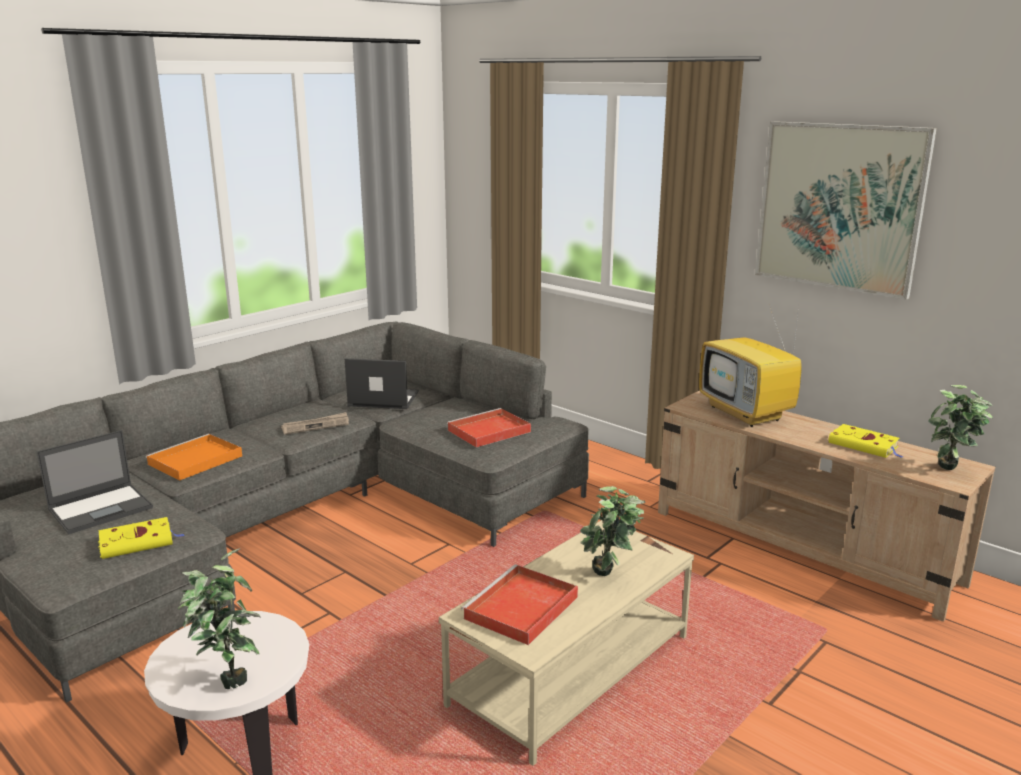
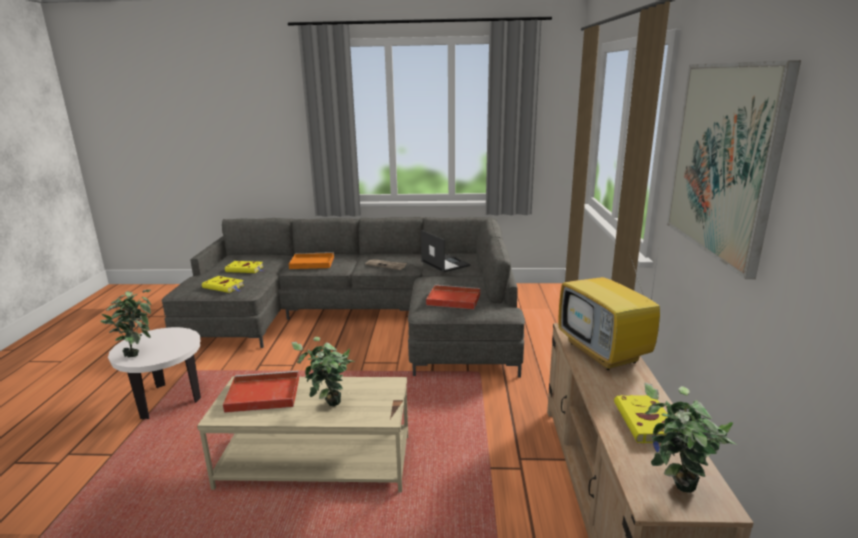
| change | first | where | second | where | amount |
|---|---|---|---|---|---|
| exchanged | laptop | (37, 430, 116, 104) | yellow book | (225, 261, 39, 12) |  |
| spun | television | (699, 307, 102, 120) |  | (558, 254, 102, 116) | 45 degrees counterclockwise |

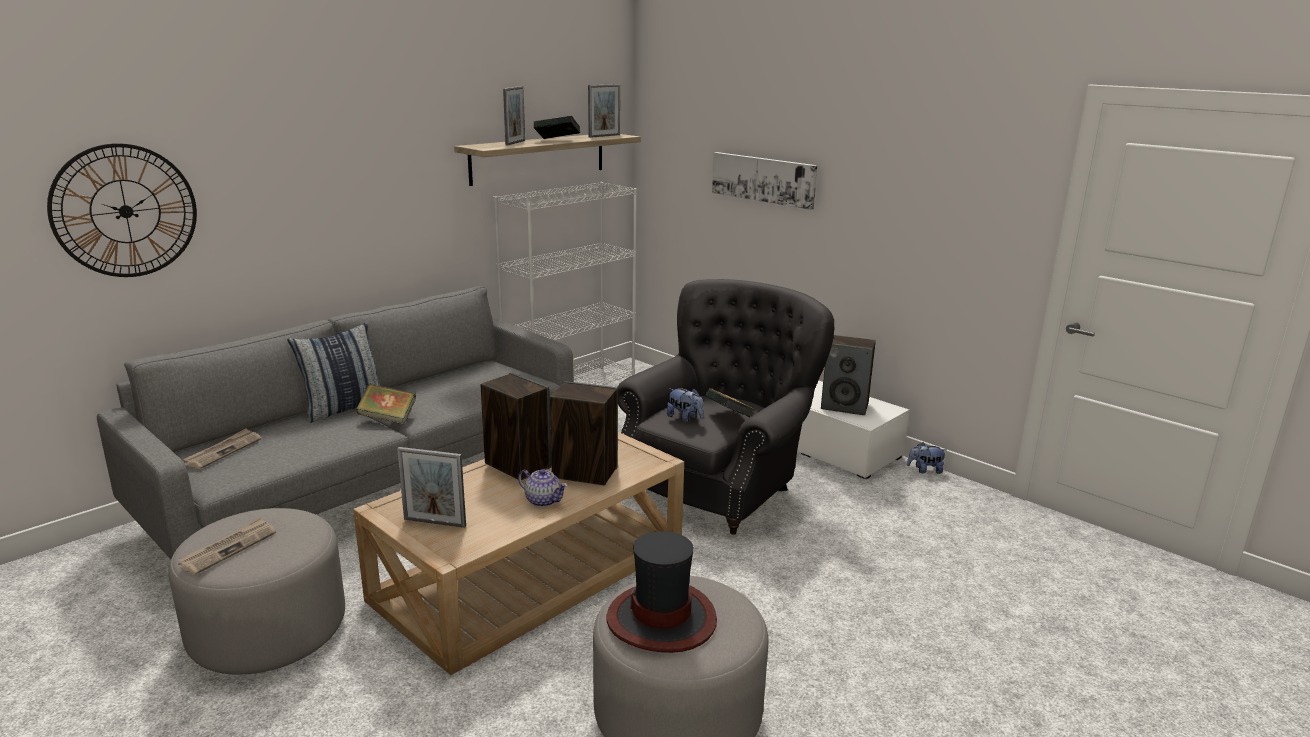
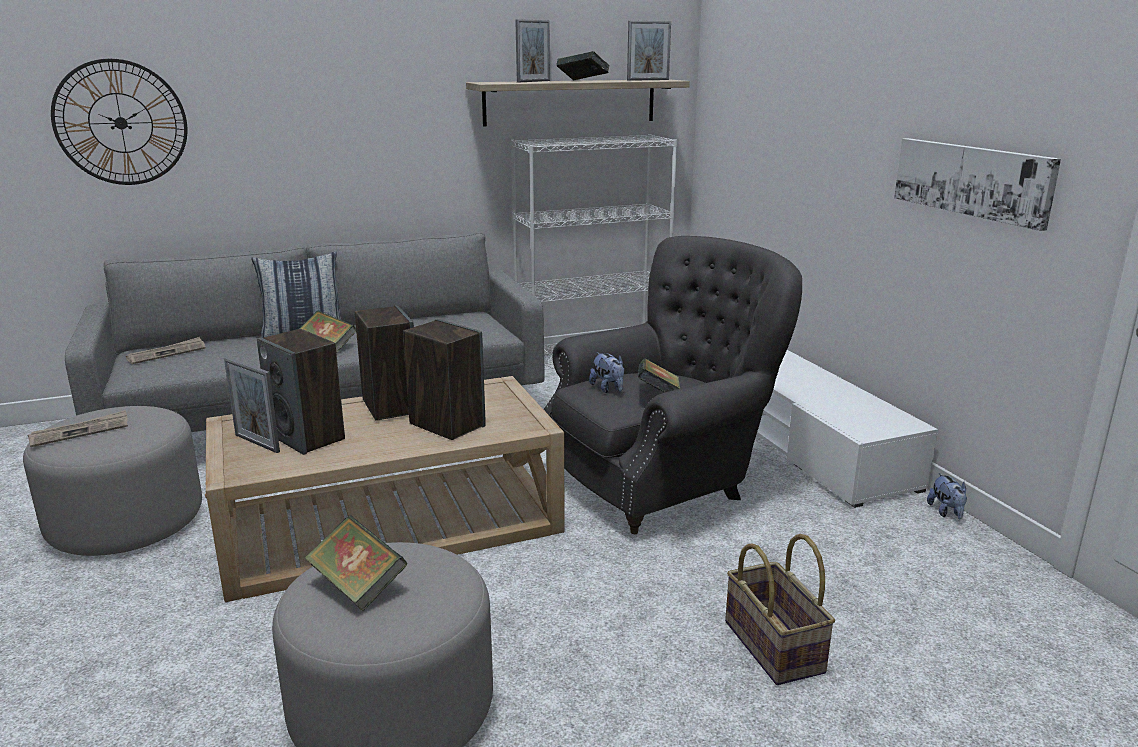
| change | first | where | second | where | amount |
|---|---|---|---|---|---|
| missing | teapot | (518, 469, 50, 38) |  |  |  |
| exchanged | hat | (606, 531, 111, 122) | book | (304, 515, 103, 96) |  |
| relocated | picture | (712, 152, 106, 58) |  | (894, 138, 167, 93) |  |
| relocated | speaker | (821, 335, 55, 80) |  | (257, 329, 88, 126) |  |
| spun | plush toy | (907, 442, 40, 32) |  | (927, 473, 40, 46) | 120 degrees counterclockwise |
| appeared |  |  | basket | (725, 534, 110, 151) |  |

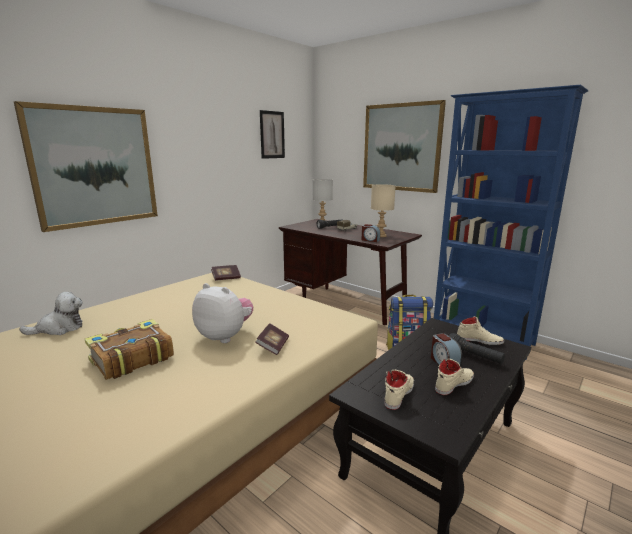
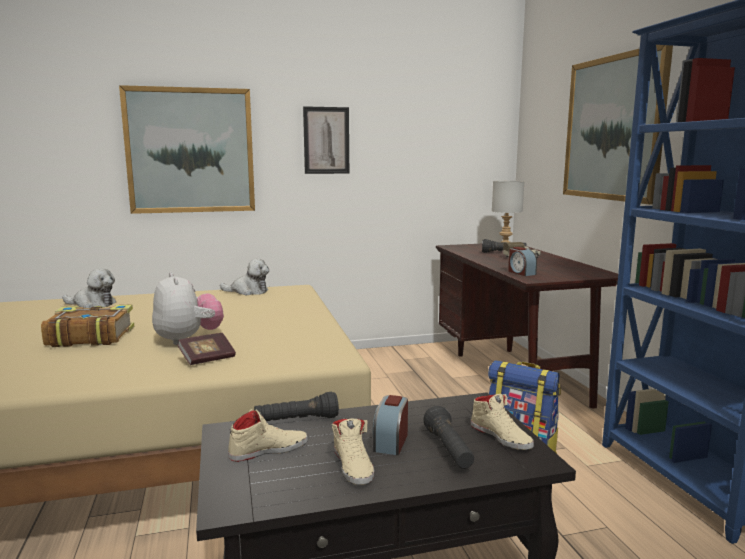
| change | first | where | second | where | amount |
|---|---|---|---|---|---|
| missing | book | (211, 265, 30, 16) |  |  |  |
| relocated | picture | (260, 110, 25, 49) |  | (303, 106, 46, 68) |  |
| missing | beige table lamp | (371, 184, 25, 53) |  |  |  |
| spun | beige shoe | (435, 359, 39, 36) |  | (332, 419, 42, 66) | 75 degrees clockwise |
| appeared |  |  | plush toy | (220, 259, 49, 37) |  |
| appeared |  |  | black flashlight | (254, 392, 85, 29) |  |

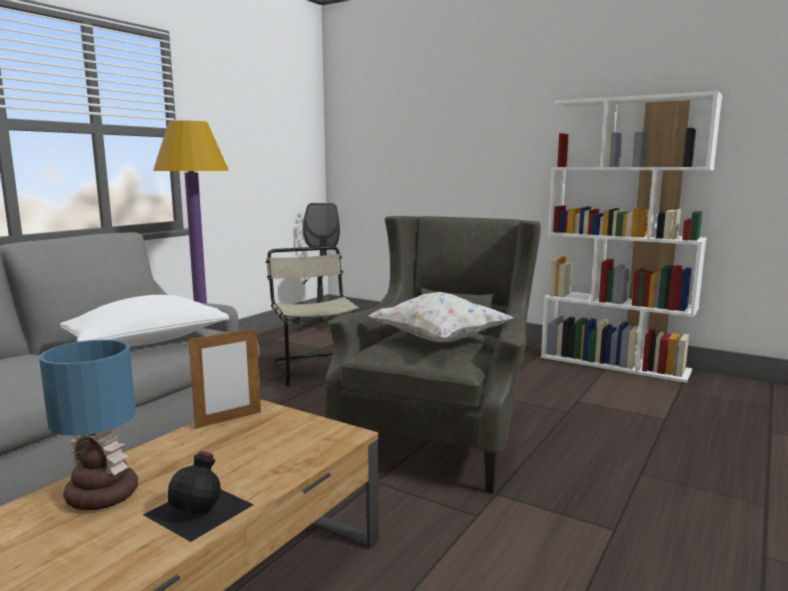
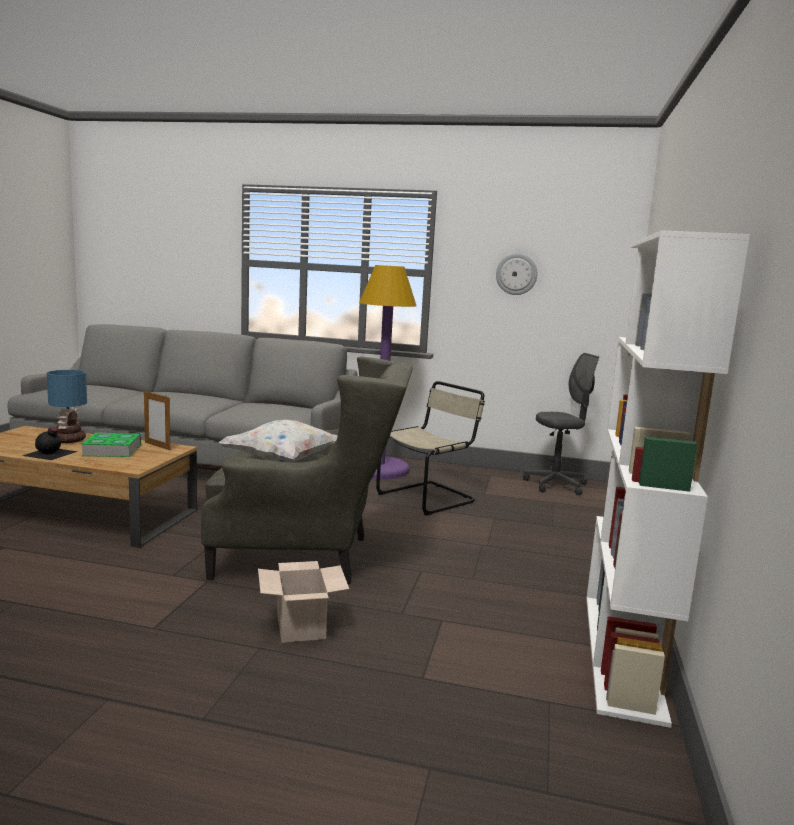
| change | first | where | second | where | amount |
|---|---|---|---|---|---|
| missing | white pillow | (60, 295, 169, 51) |  |  |  |
| appeared |  |  | book | (81, 433, 60, 24) |  |
| appeared |  |  | cardboard box | (258, 561, 91, 82) |  |
| appeared |  |  | wall clock | (496, 253, 41, 42) |  |

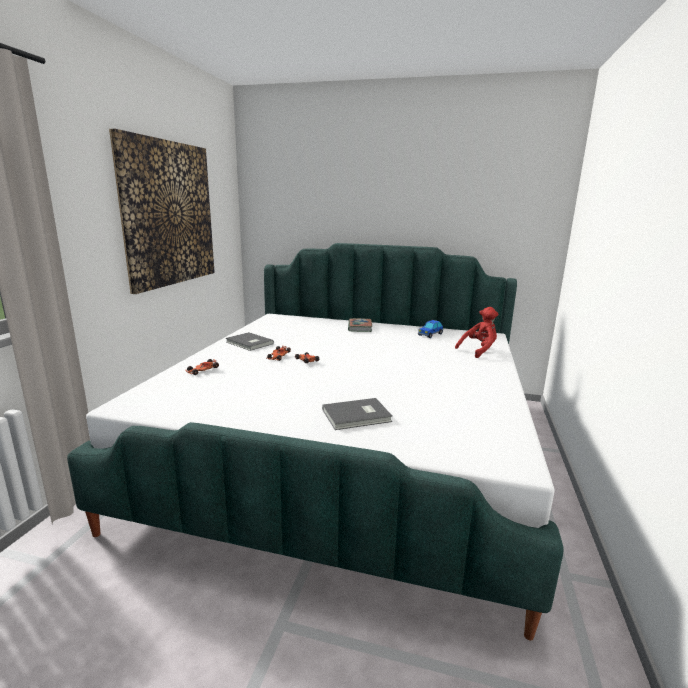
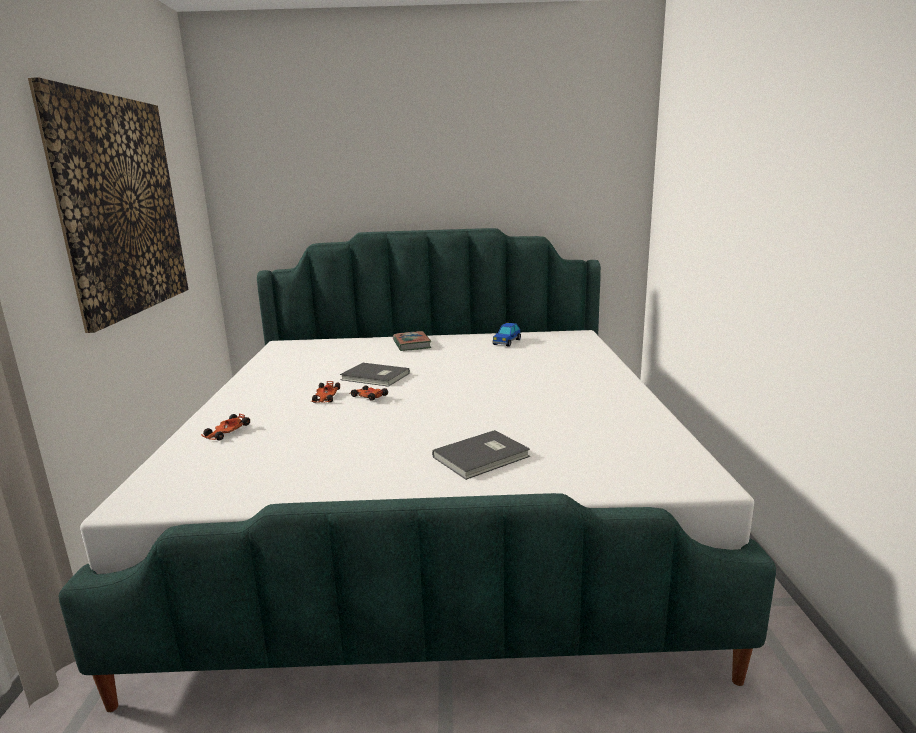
| change | first | where | second | where | amount |
|---|---|---|---|---|---|
| relocated | grey book | (226, 332, 48, 19) |  | (340, 363, 70, 24) |  |
| missing | red plush toy | (455, 307, 43, 51) |  |  |  |

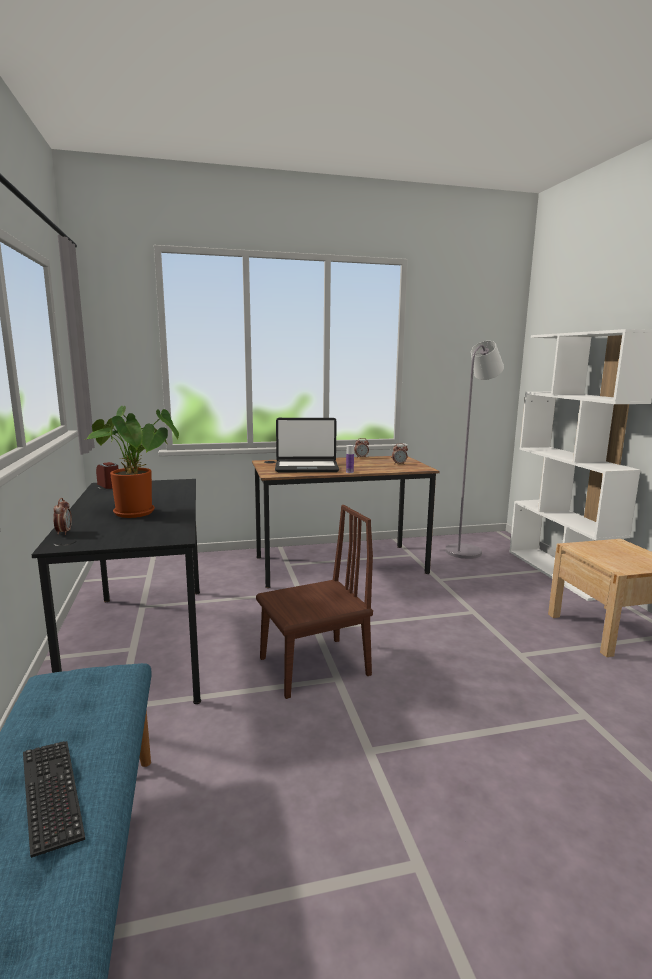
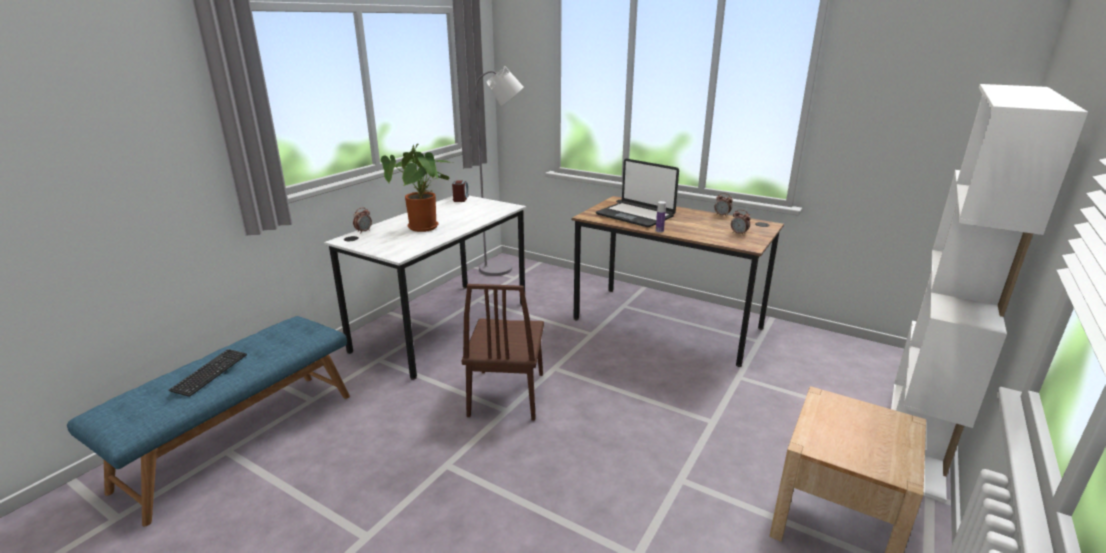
| change | first | where | second | where | amount |
|---|---|---|---|---|---|
| colour | black desk | (32, 479, 169, 225) | white desk | (324, 196, 202, 184) |  |
| spun | brown chair | (256, 505, 117, 194) |  | (461, 284, 83, 137) | 75 degrees clockwise |
| relocated | grey floor lamp | (446, 341, 58, 218) |  | (476, 66, 48, 210) |  |

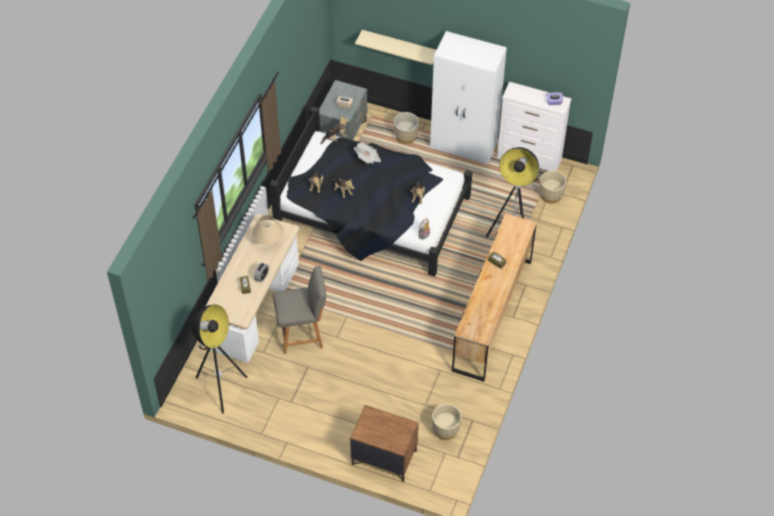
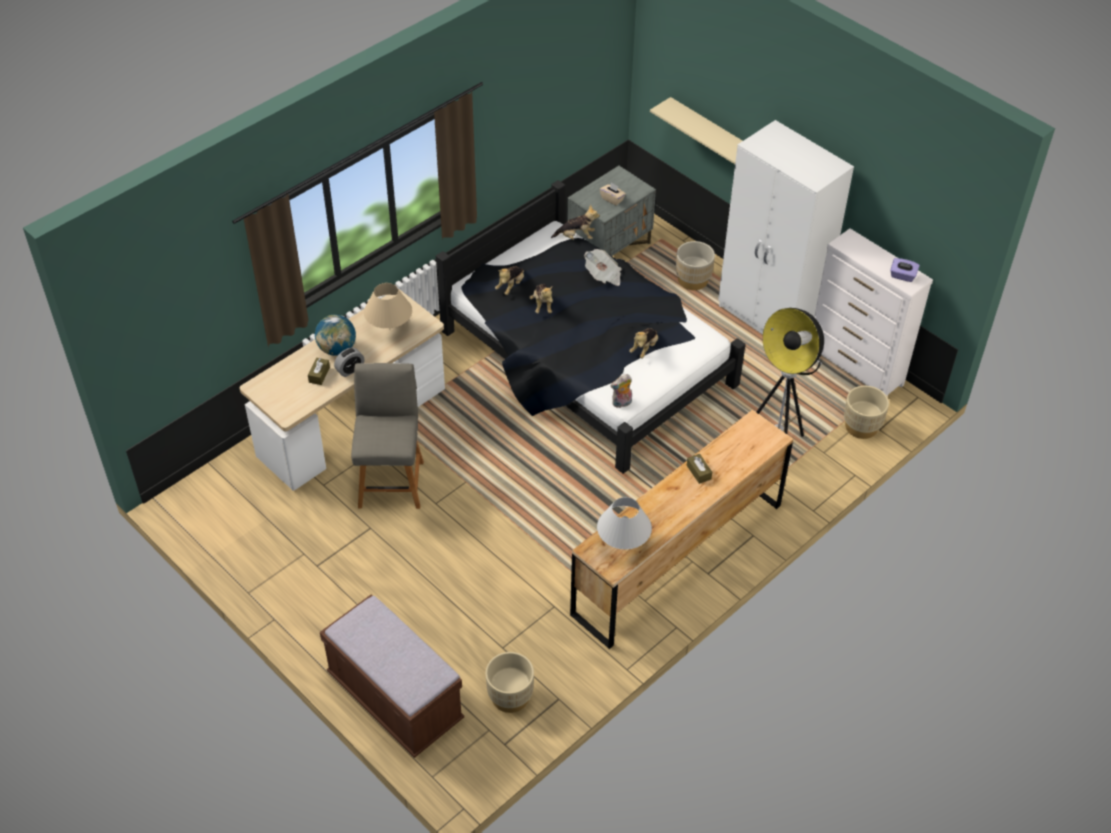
| change | first | where | second | where | amount |
|---|---|---|---|---|---|
| missing | floor lamp | (192, 305, 55, 108) |  |  |  |
| spun | grey chair | (273, 266, 54, 88) |  | (351, 363, 73, 146) | 105 degrees counterclockwise |
| exchanged | brown nightstand | (350, 405, 69, 77) | brown bench | (320, 595, 144, 163) |  |
| appeared |  |  | globe | (315, 315, 41, 41) |  |
| appeared |  |  | white table lamp | (597, 497, 55, 53) |  |

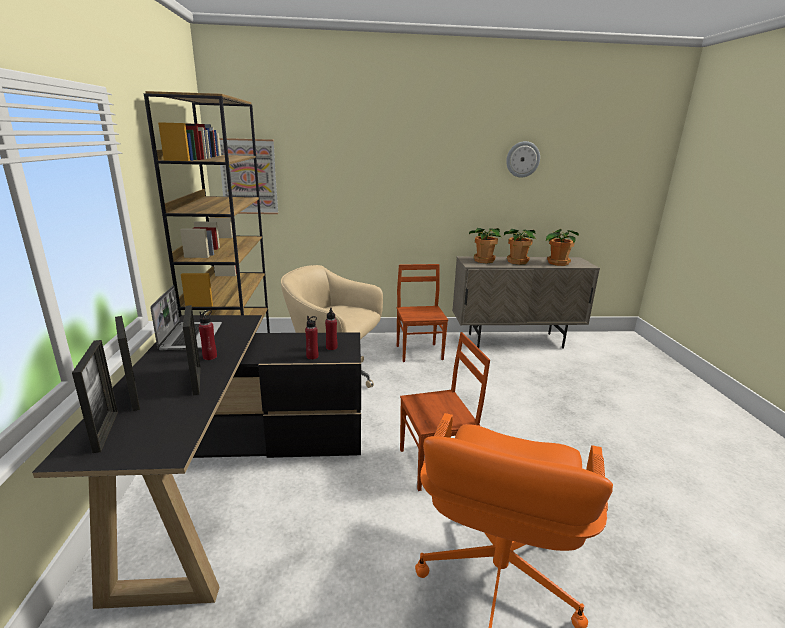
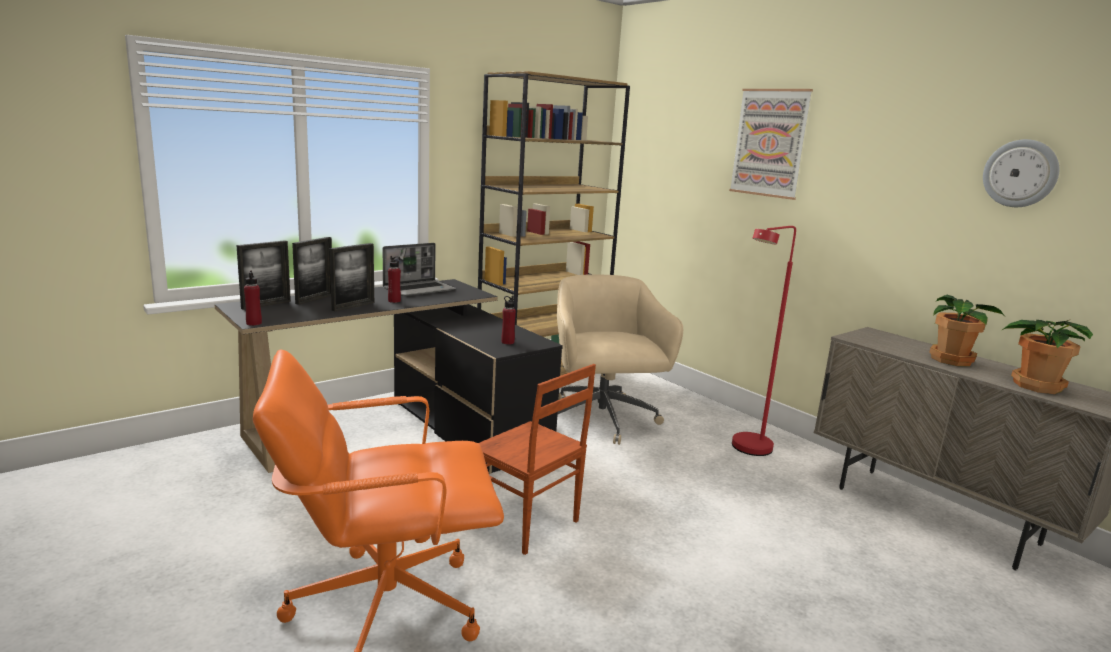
| change | first | where | second | where | amount |
|---|---|---|---|---|---|
| relocated | picture | (219, 138, 59, 76) |  | (729, 89, 84, 111) |  |
| relocated | red bottle | (305, 316, 14, 44) |  | (244, 271, 18, 55) |  |
| exchanged | brown chair | (397, 264, 51, 98) | red floor lamp | (732, 226, 64, 230) |  |
| missing | potted plant | (469, 228, 33, 35) |  |  |  |

